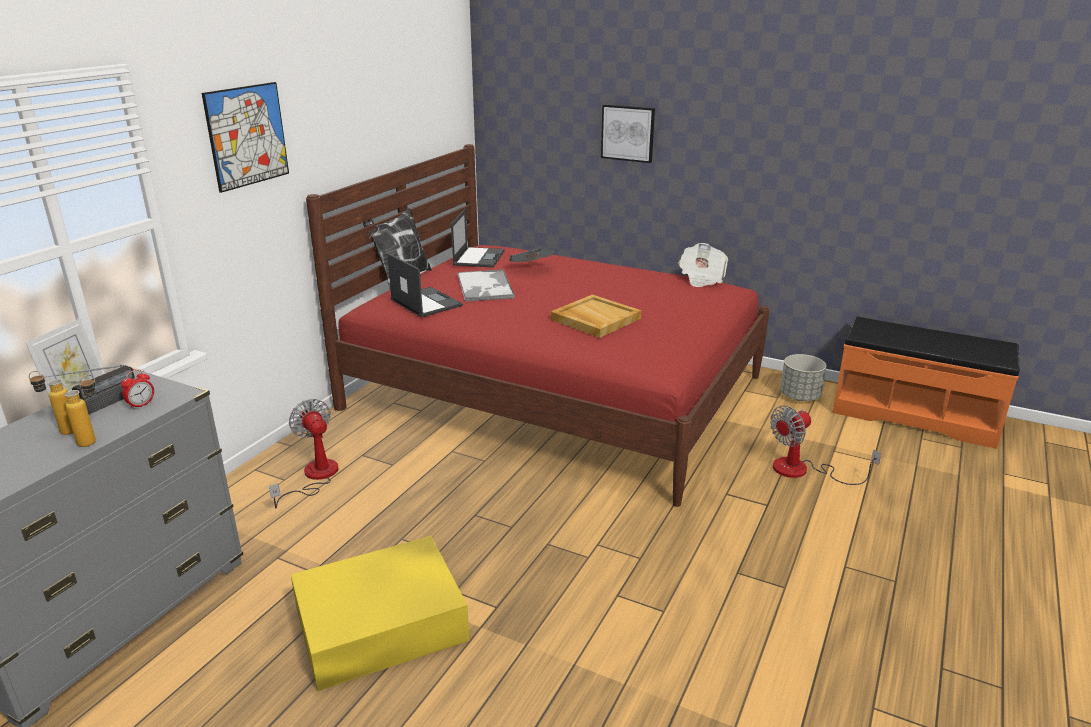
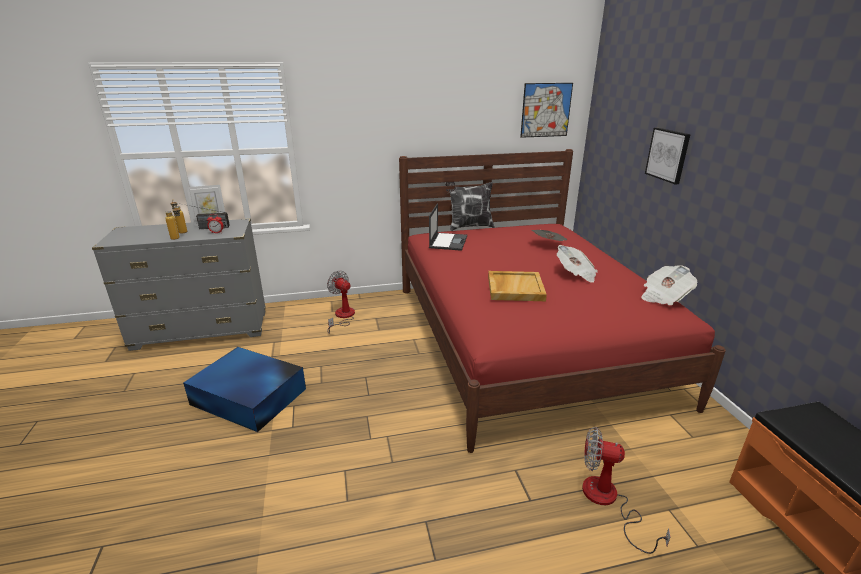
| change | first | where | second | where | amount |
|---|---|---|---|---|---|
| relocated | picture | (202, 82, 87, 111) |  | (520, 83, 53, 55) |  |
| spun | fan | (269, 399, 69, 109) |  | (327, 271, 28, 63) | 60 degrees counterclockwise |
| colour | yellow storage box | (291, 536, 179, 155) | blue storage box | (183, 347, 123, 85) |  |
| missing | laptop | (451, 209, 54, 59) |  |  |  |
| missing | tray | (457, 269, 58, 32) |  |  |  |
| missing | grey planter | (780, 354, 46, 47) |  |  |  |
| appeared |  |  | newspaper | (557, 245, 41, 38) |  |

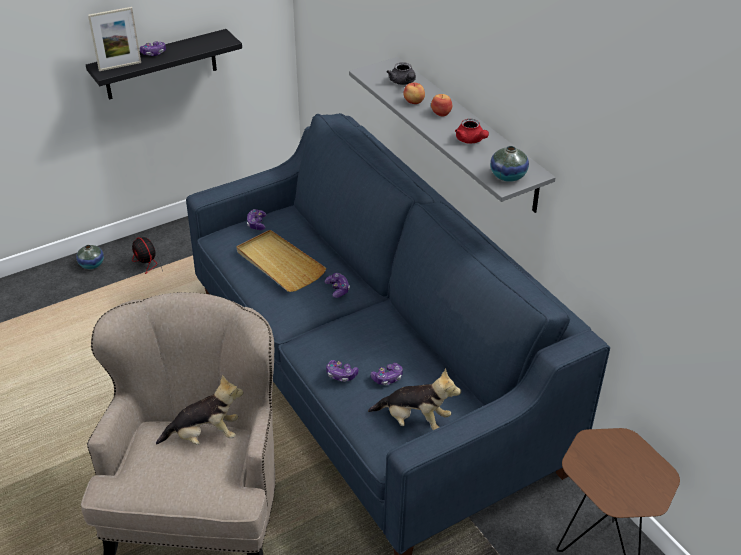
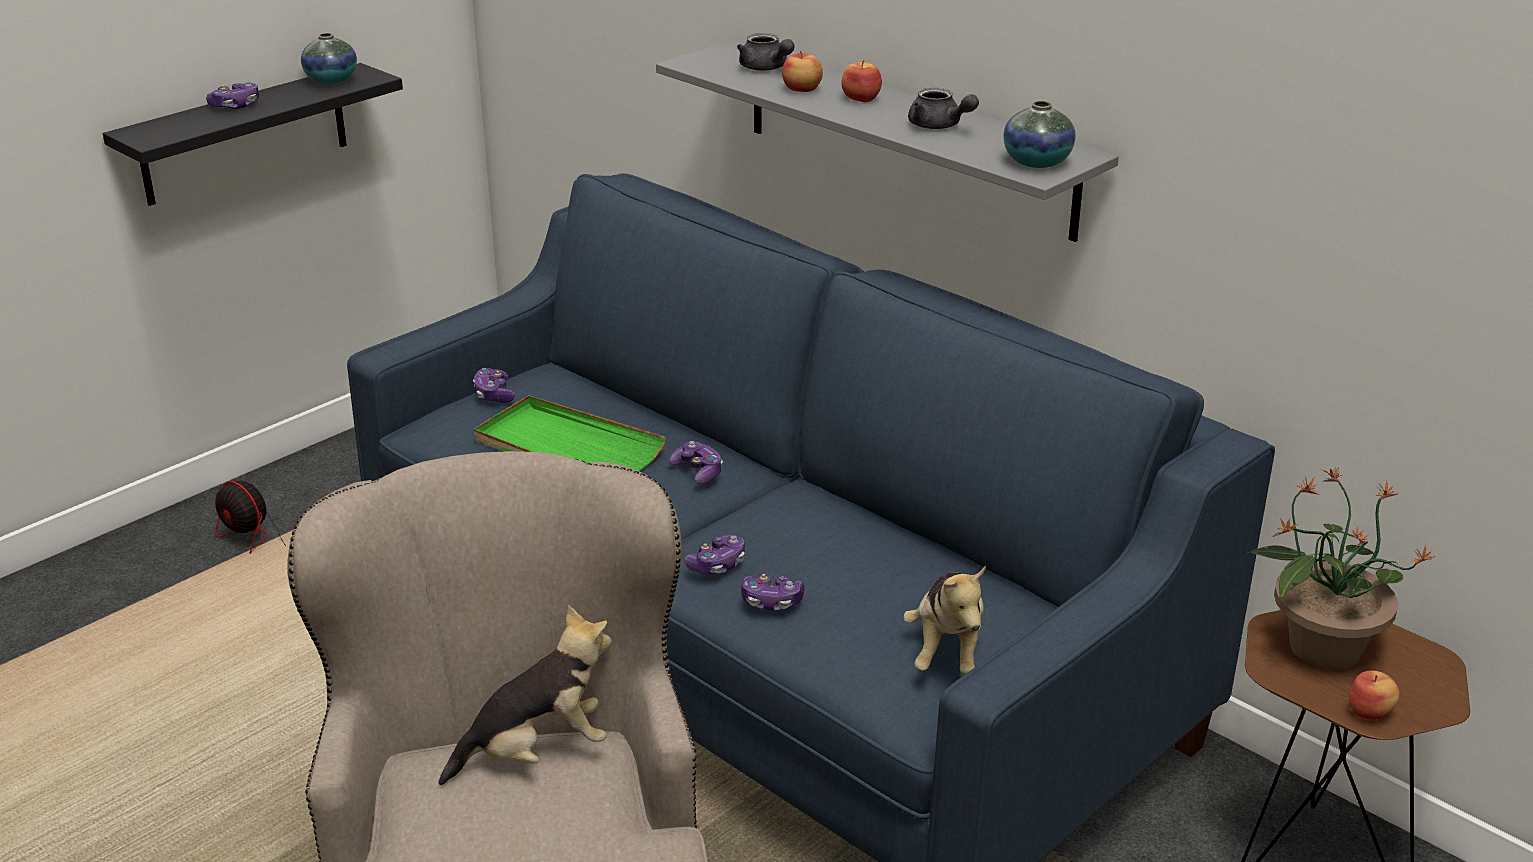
| change | first | where | second | where | amount |
|---|---|---|---|---|---|
| relocated | vase | (76, 245, 28, 24) |  | (301, 33, 56, 52) |  |
| missing | picture frame | (88, 7, 53, 64) |  |  |  |
| colour | beige tray | (237, 230, 89, 62) | green tray | (474, 395, 193, 76) |  |
| spun | plush toy | (368, 368, 93, 62) |  | (903, 566, 83, 109) | 90 degrees clockwise |
| relocated | game controller | (370, 363, 33, 22) |  | (684, 535, 61, 39) |  |
| colour | red teapot | (455, 119, 34, 25) | grey teapot | (908, 88, 71, 41) |  |
| appeared |  |  | potted plant | (1248, 467, 188, 203) |  |
| appeared |  |  | apple | (1349, 671, 50, 49) |  |

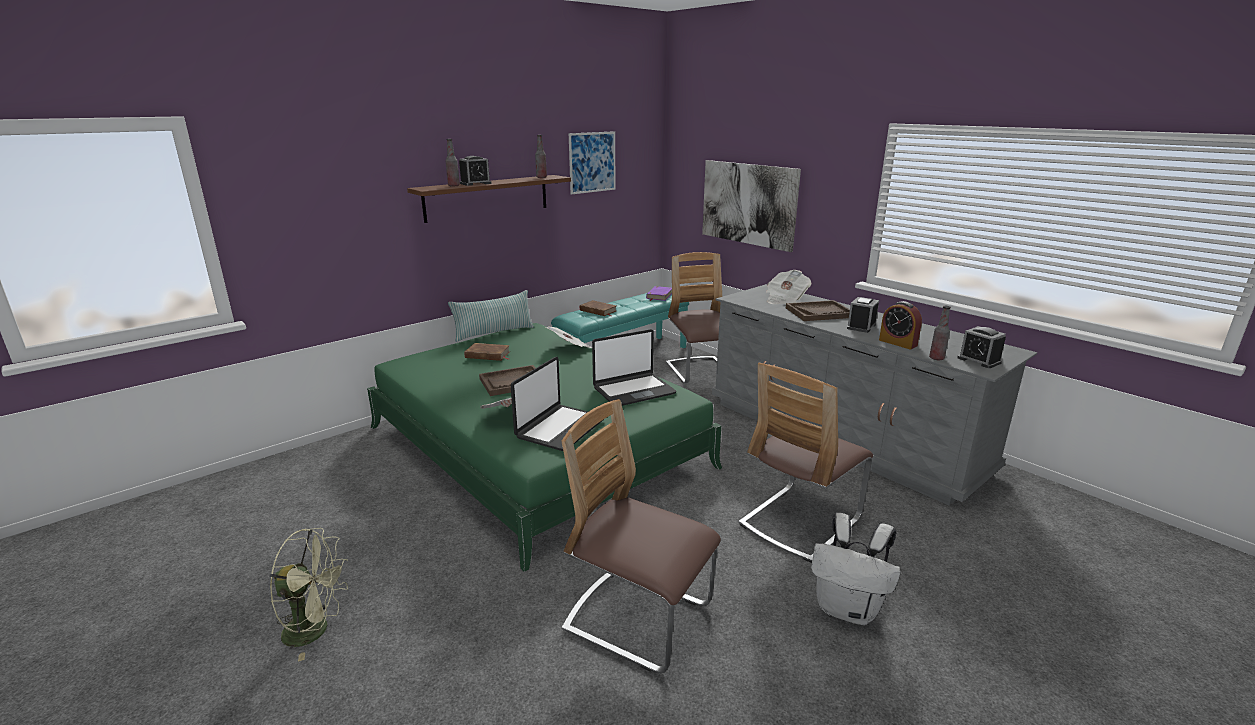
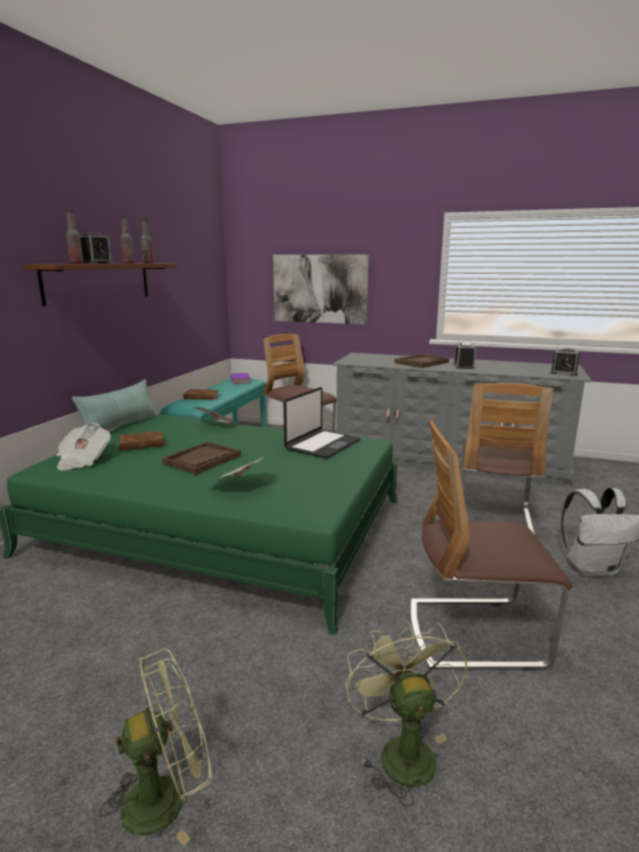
| change | first | where | second | where | amount |
|---|---|---|---|---|---|
| missing | laptop | (511, 357, 92, 94) |  |  |  |
| missing | picture | (569, 131, 47, 64) |  |  |  |
| relocated | newspaper | (766, 270, 45, 34) |  | (56, 423, 55, 47) |  |
| missing | alarm clock | (879, 301, 43, 48) |  |  |  |
| relocated | bottle | (929, 306, 22, 54) |  | (120, 216, 15, 47) |  |
| appeared |  |  | green fan | (345, 619, 122, 187) |  |

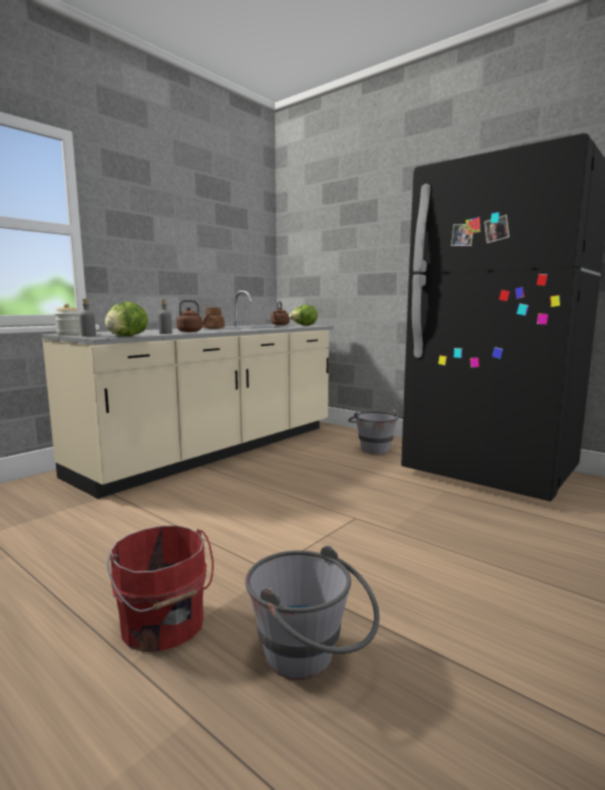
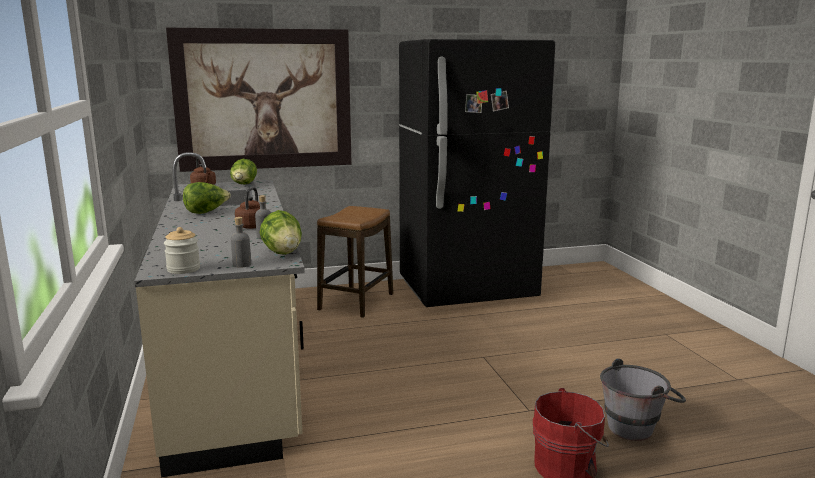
| change | first | where | second | where | amount |
|---|---|---|---|---|---|
| exchanged | brown jar | (203, 308, 22, 21) | lettuce | (183, 182, 48, 32) |  |
| exchanged | grey bucket | (348, 409, 50, 45) | stool | (317, 206, 76, 112) |  |
| appeared |  |  | picture | (166, 28, 186, 144) |  |

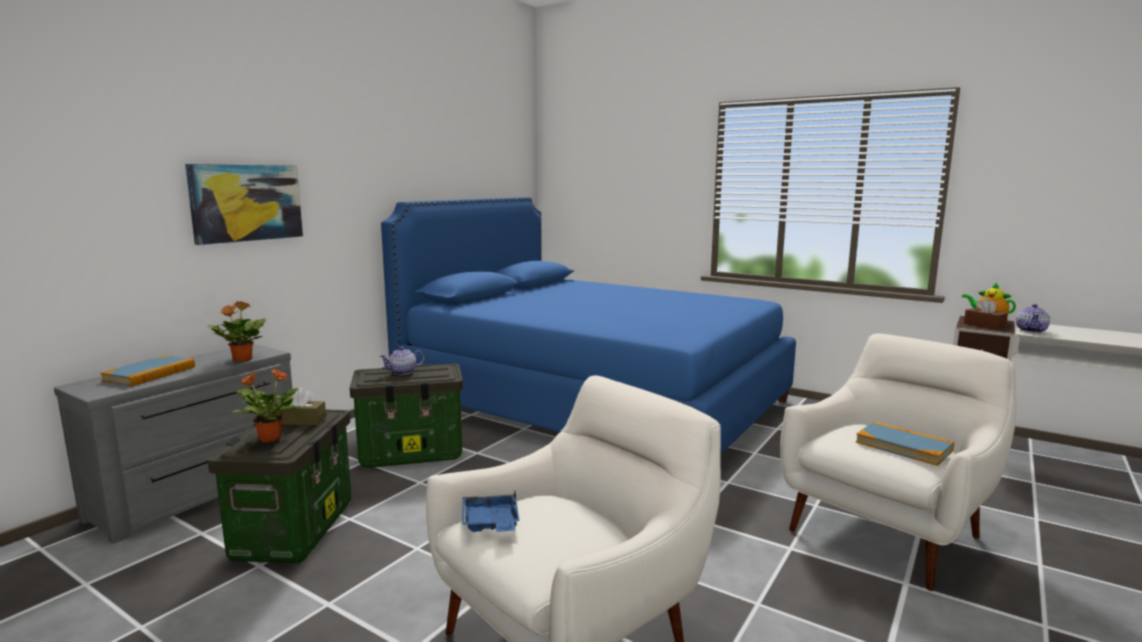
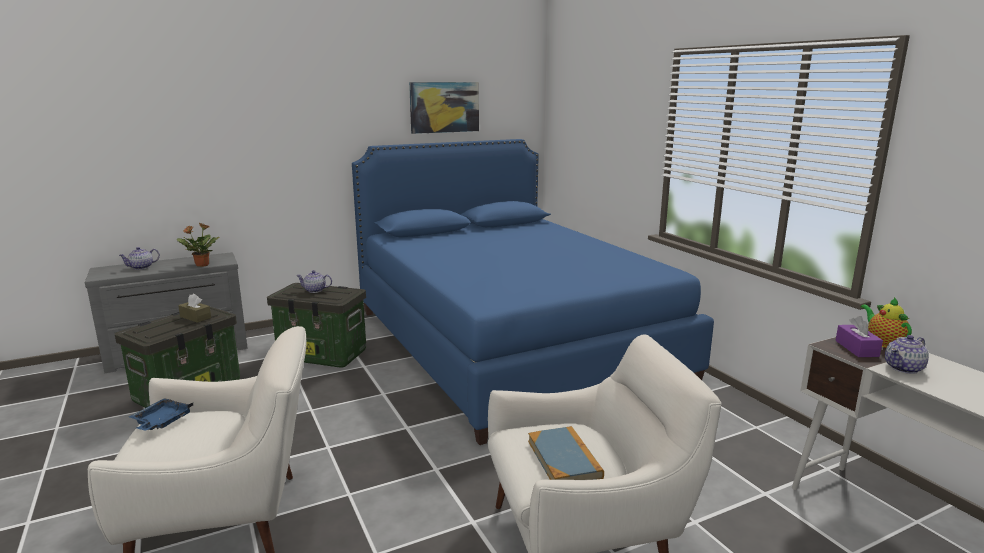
| change | first | where | second | where | amount |
|---|---|---|---|---|---|
| exchanged | book | (100, 356, 95, 30) | teapot | (118, 247, 42, 23) |  |
| relocated | picture | (185, 164, 118, 81) |  | (409, 82, 70, 52) |  |
| missing | potted plant | (232, 369, 66, 73) |  |  |  |
| colour | brown tissue box | (964, 298, 44, 31) | purple tissue box | (835, 316, 48, 41) |  |

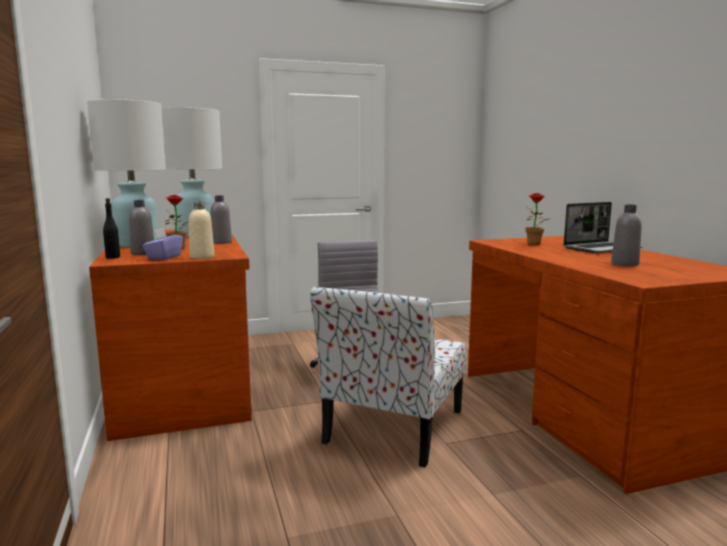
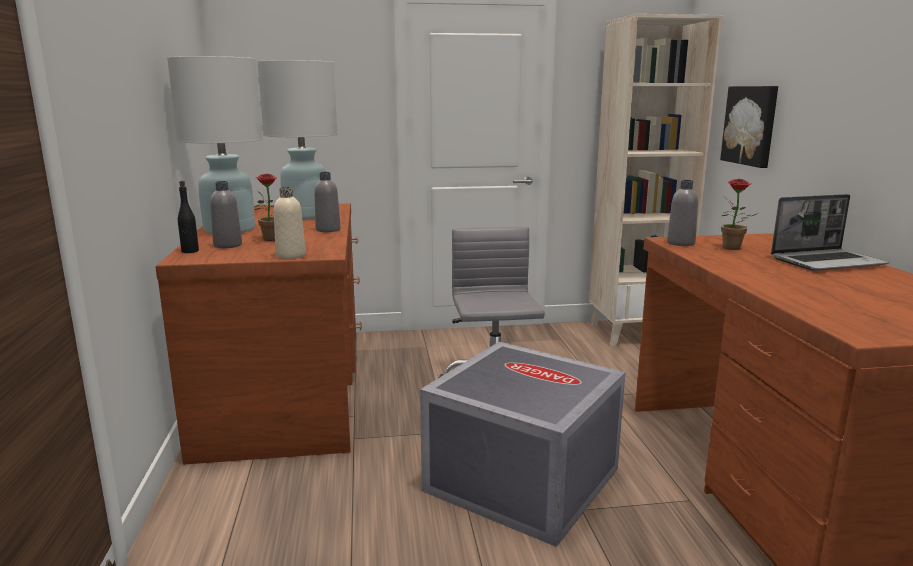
| change | first | where | second | where | amount |
|---|---|---|---|---|---|
| missing | purple tissue box | (143, 227, 40, 33) |  |  |  |
| exchanged | chair | (310, 287, 157, 181) | grey storage box | (420, 342, 205, 205) |  |
| relocated | grey bottle | (611, 204, 31, 62) |  | (667, 180, 31, 66) |  |
| appeared |  |  | beige bookcase | (589, 14, 134, 332) |  |
| appeared |  |  | picture | (720, 86, 58, 82) |  |

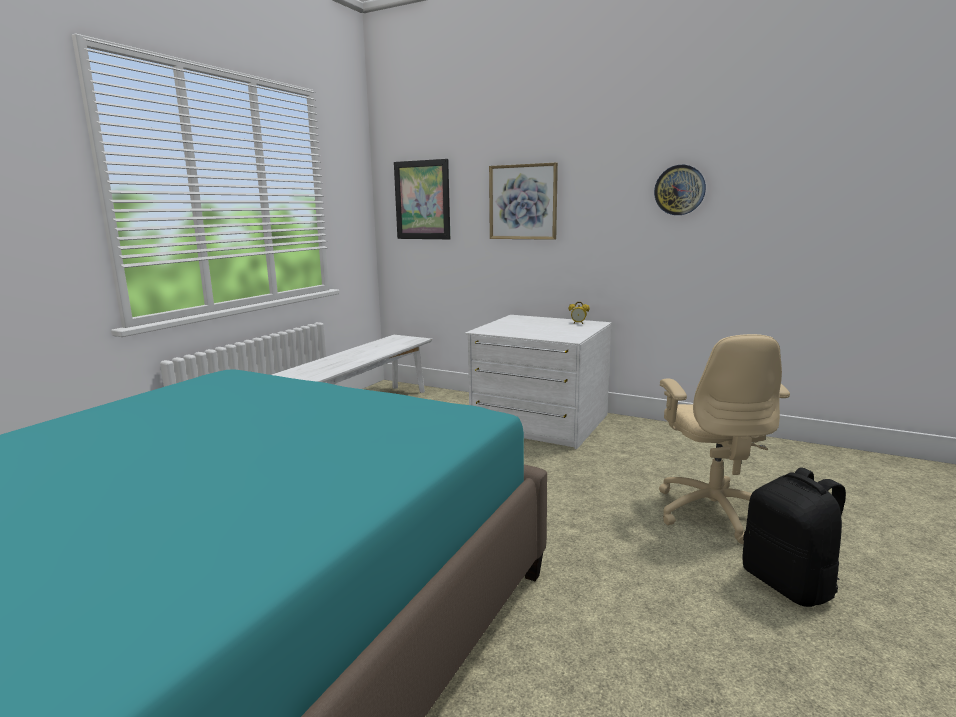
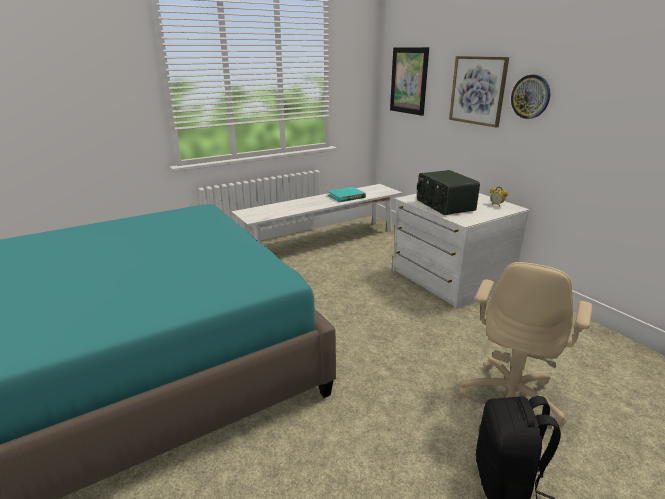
| change | first | where | second | where | amount |
|---|---|---|---|---|---|
| relocated | wall clock | (654, 165, 52, 50) |  | (511, 75, 39, 44) |  |
| appeared |  |  | turquoise book | (328, 187, 38, 15) |  |
| appeared |  |  | radio | (417, 170, 63, 45) |  |

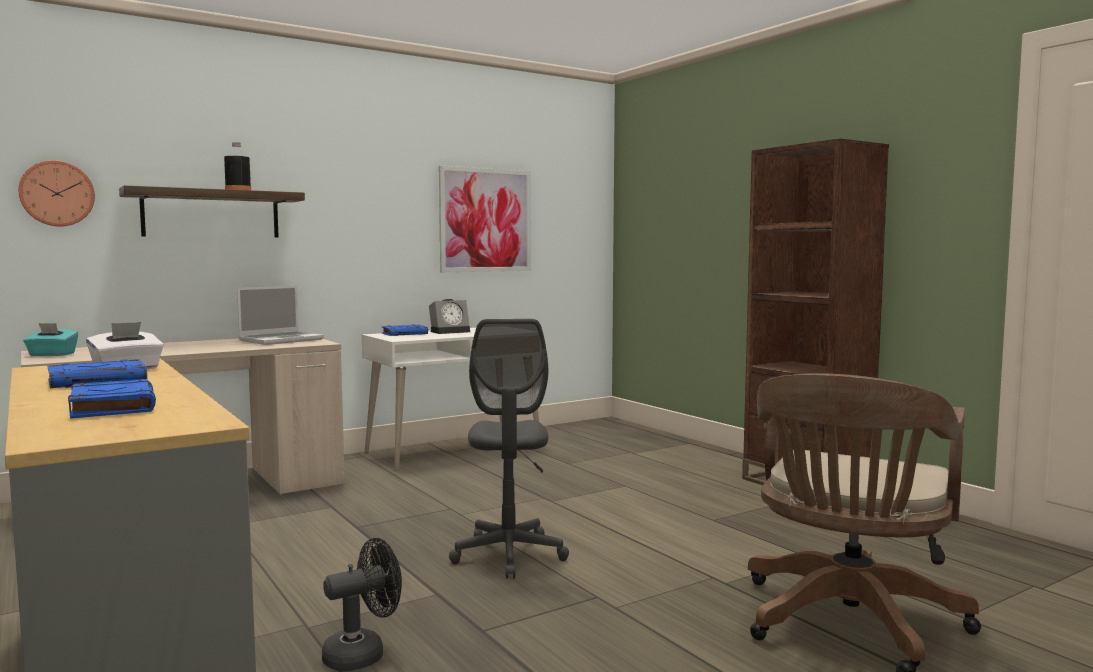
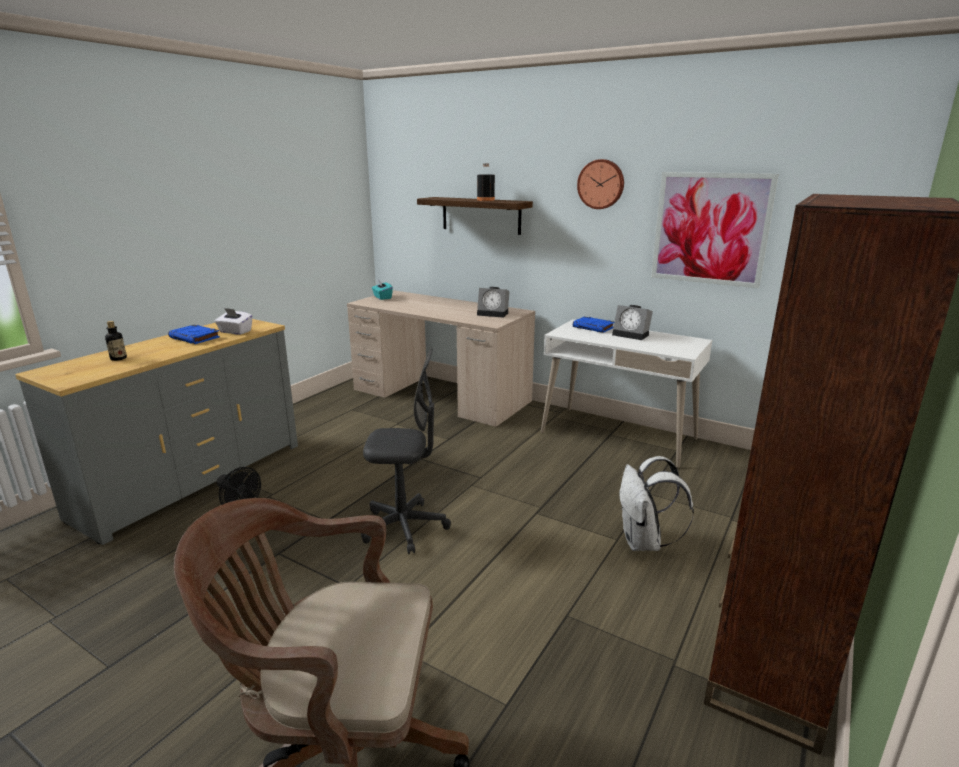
| change | first | where | second | where | amount |
|---|---|---|---|---|---|
| relocated | wall clock | (19, 160, 76, 66) |  | (577, 159, 47, 50) |  |
| exchanged | blue book | (68, 379, 88, 40) | bottle | (105, 321, 22, 40) |  |
| exchanged | laptop | (237, 286, 87, 59) | alarm clock | (477, 287, 33, 31) |  |
| spun | grey office chair | (449, 319, 120, 260) |  | (361, 348, 90, 206) | 150 degrees counterclockwise |
| appeared |  |  | white backpack | (619, 456, 75, 95) |  |

